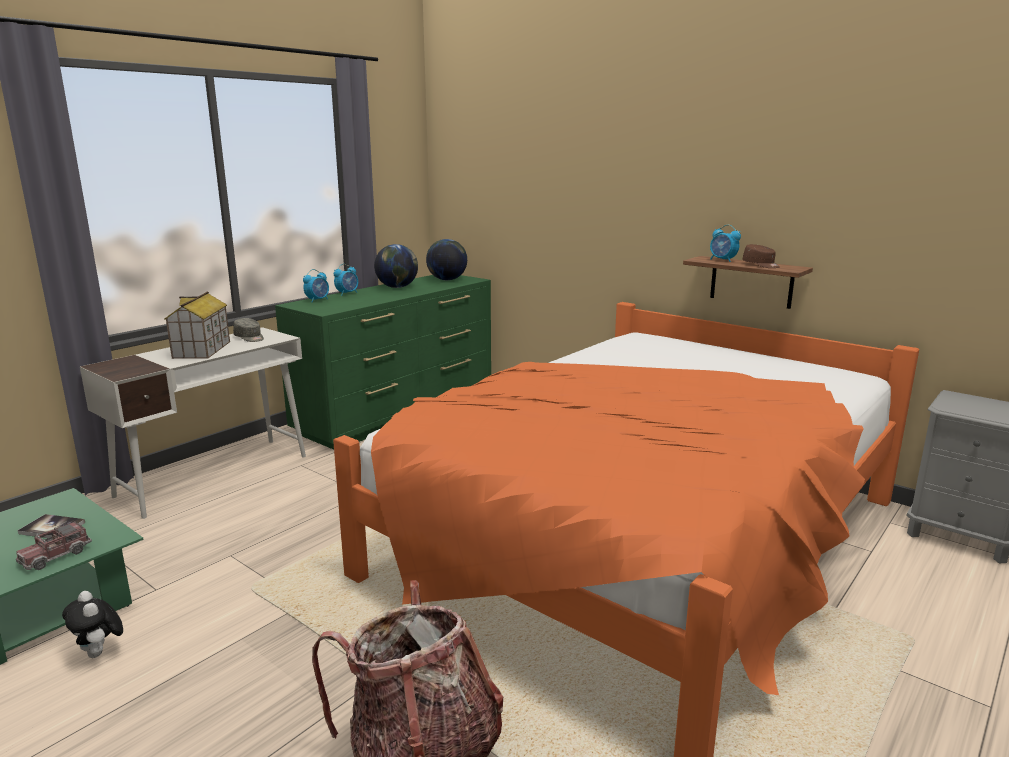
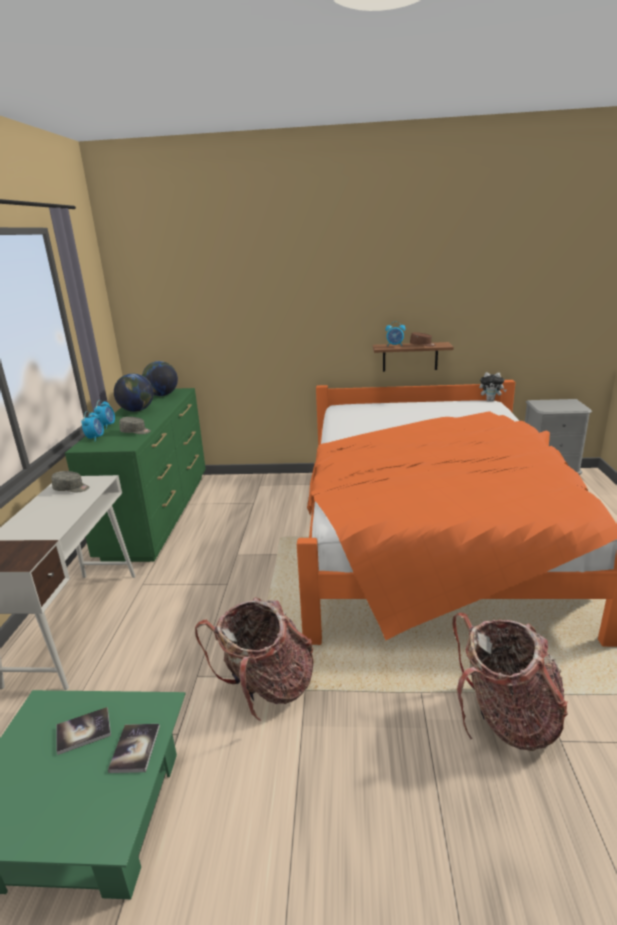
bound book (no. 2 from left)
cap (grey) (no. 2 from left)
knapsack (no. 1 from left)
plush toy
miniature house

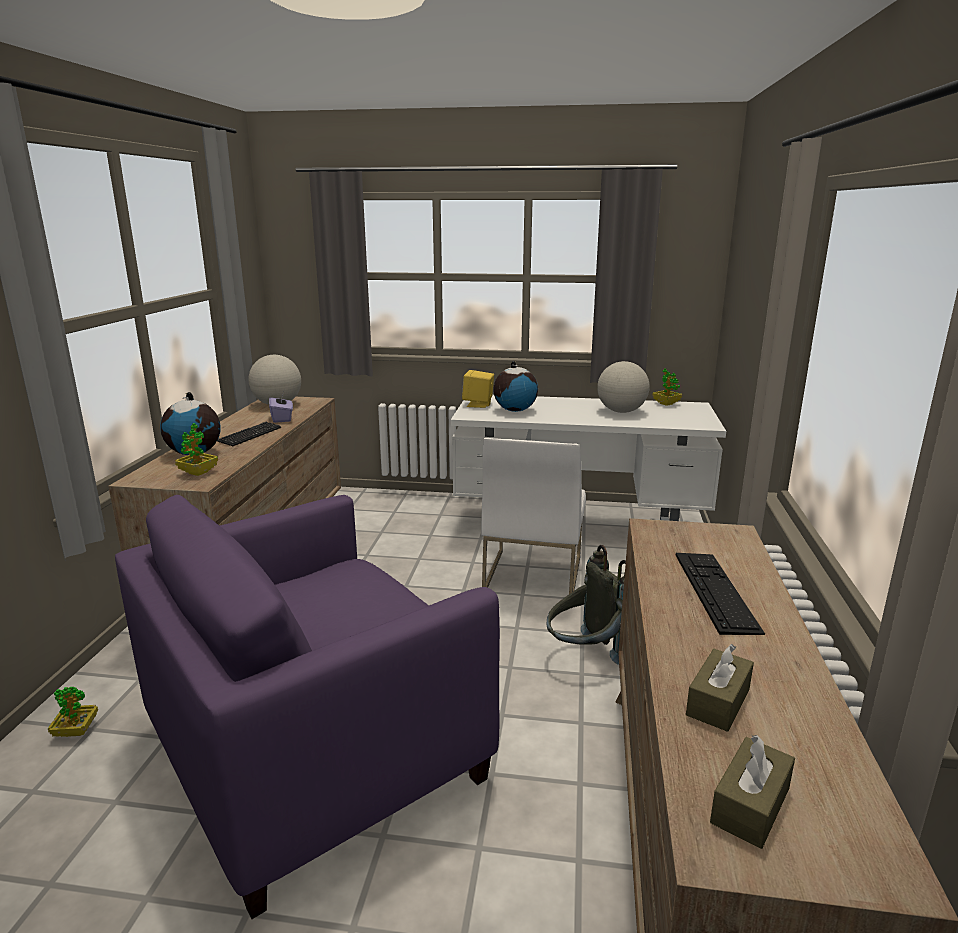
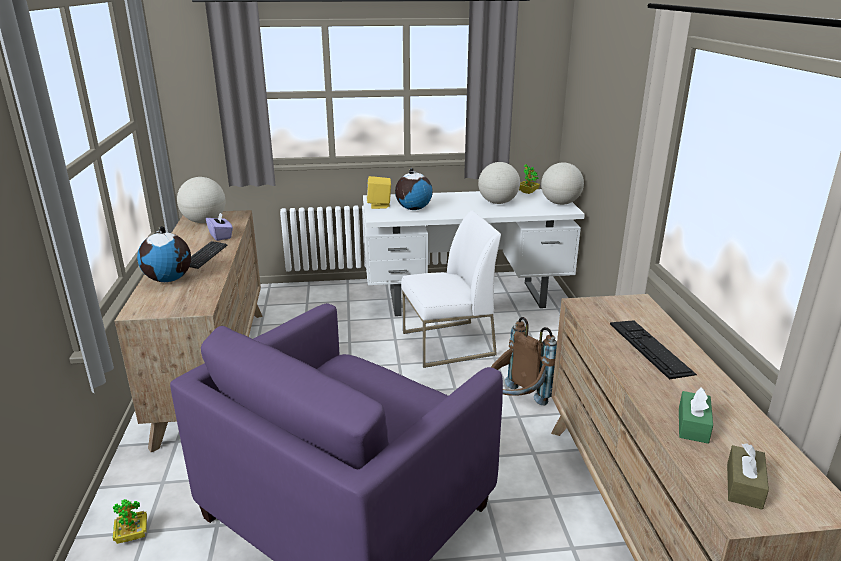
upright chair (white)
knapsack (brown-coloured)
globe (no. 5 from left)
tissue box (greenish)
potted plant (no. 2 from left in the first image)

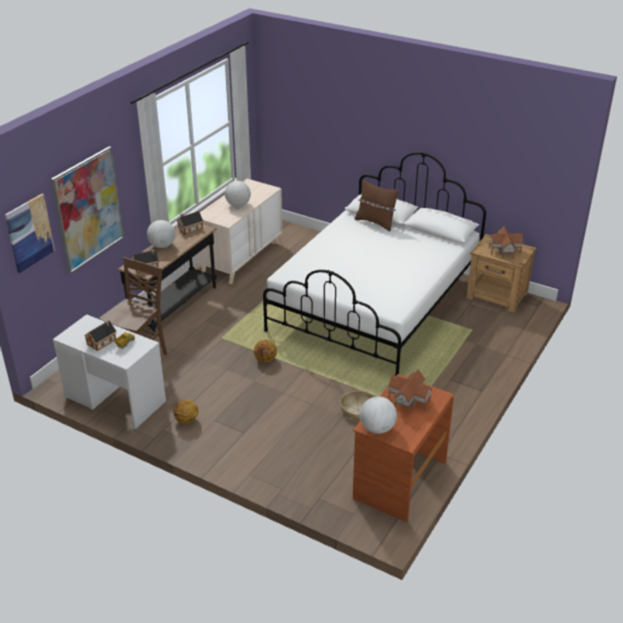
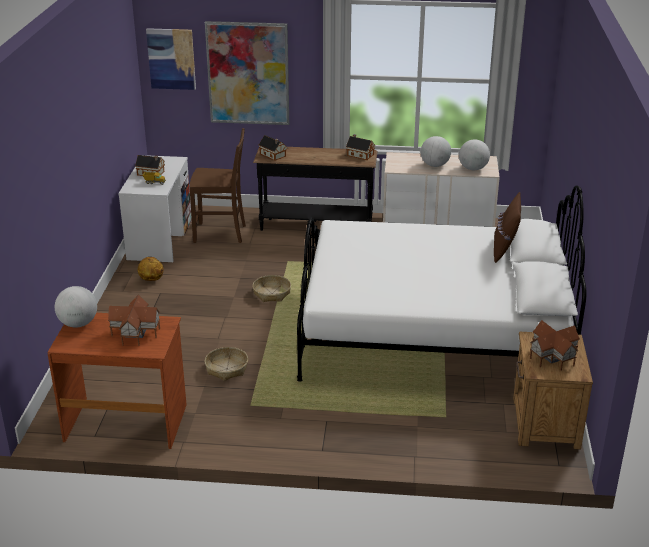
household basket (no. 2 from left)
globe (no. 3 from left)

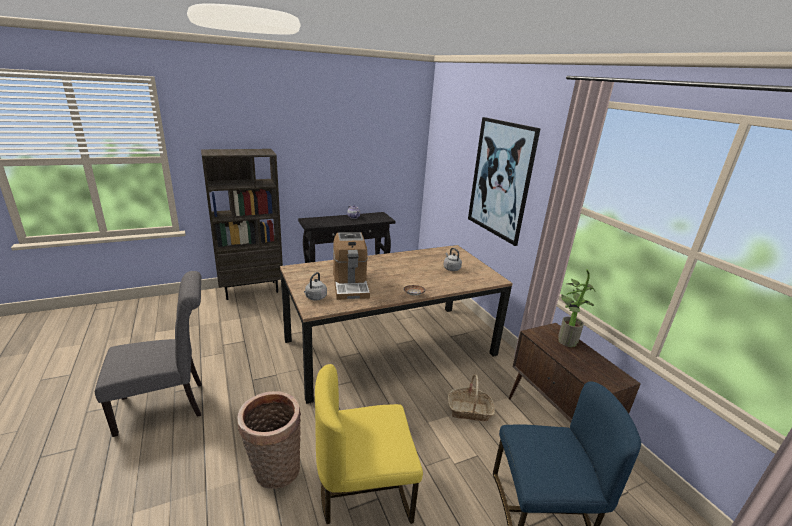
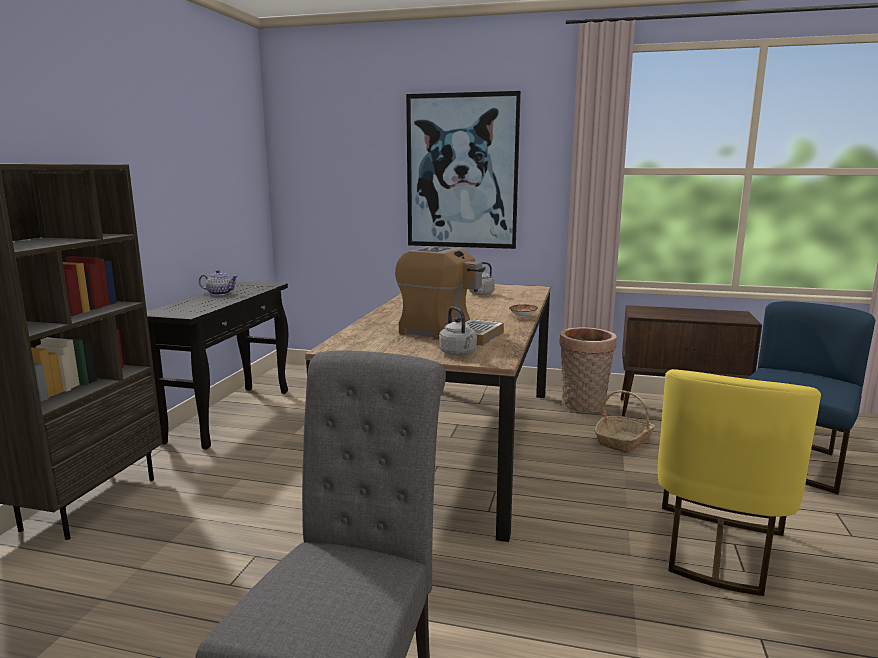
household basket (no. 1 from left)
potted plant

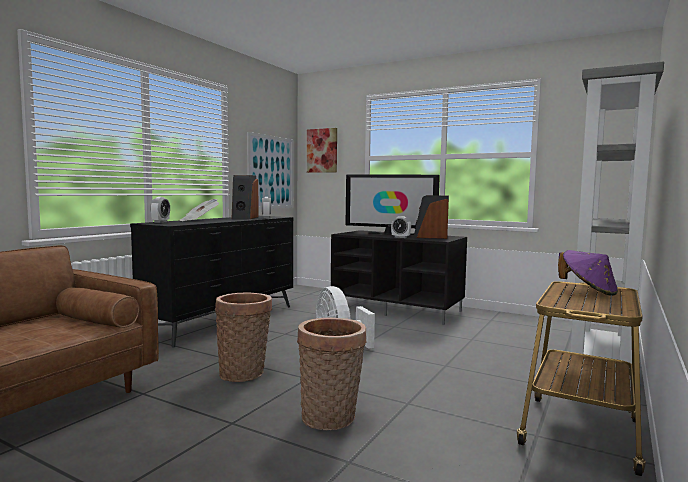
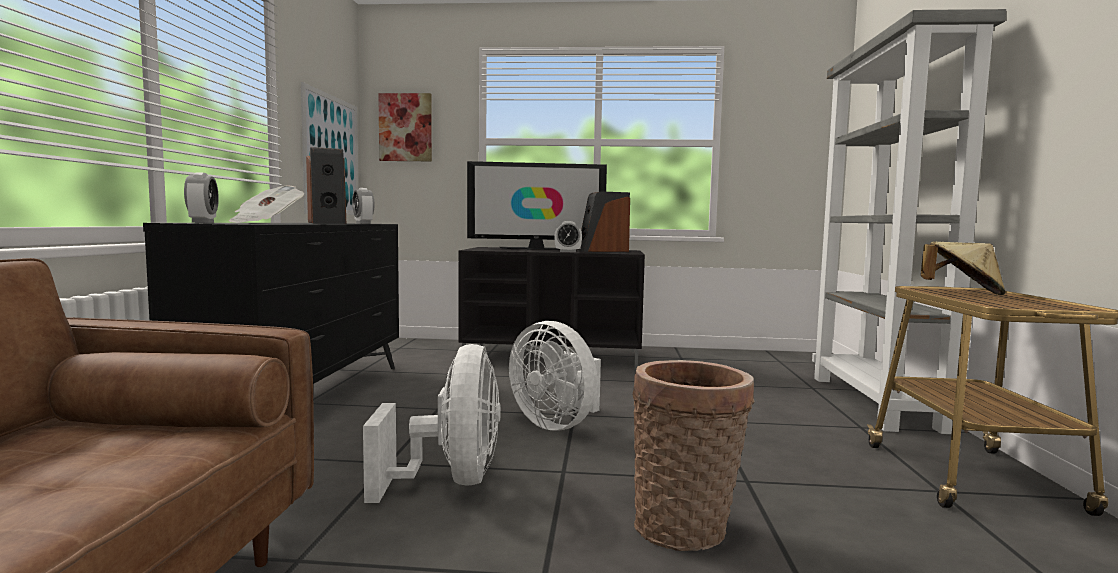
cooling fan (white) (no. 1 from left)
wearable hat (beige-coloured)

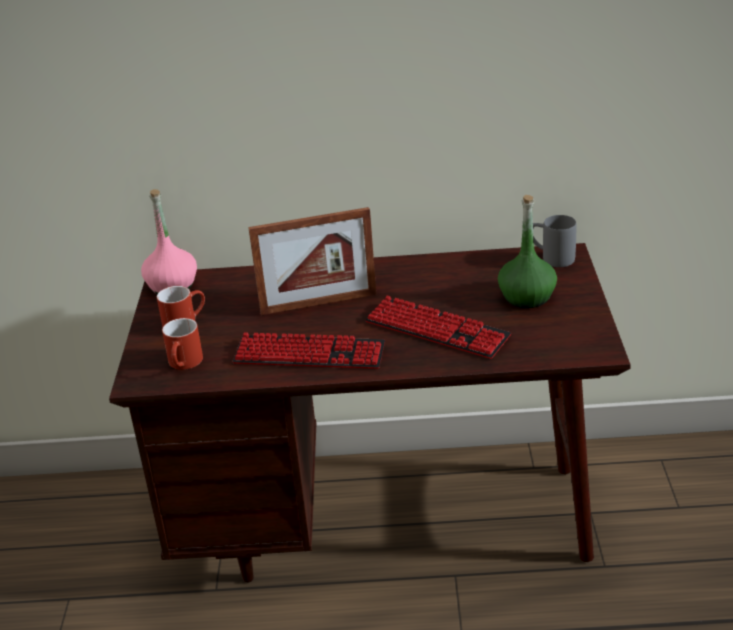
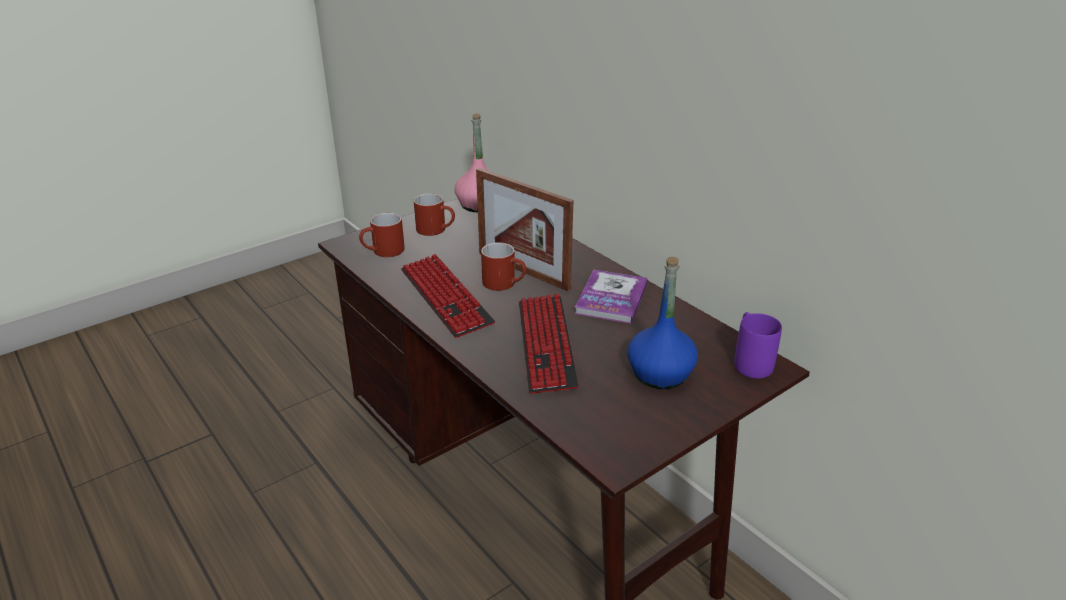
mug (reddish) (no. 3 from left)
bound book
beverage bottle (blue)
mug (purple)

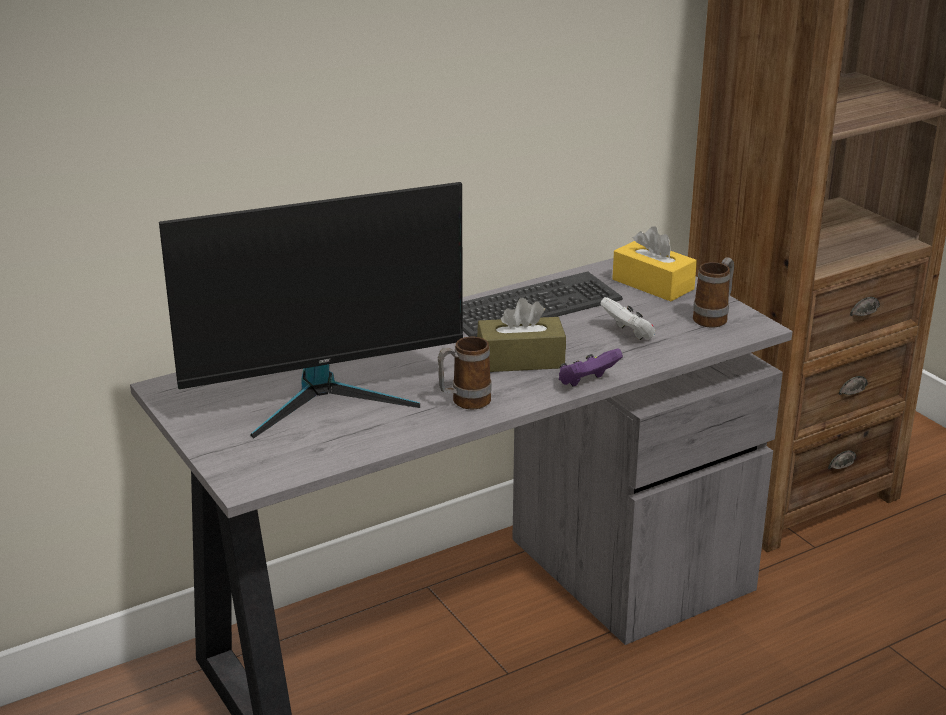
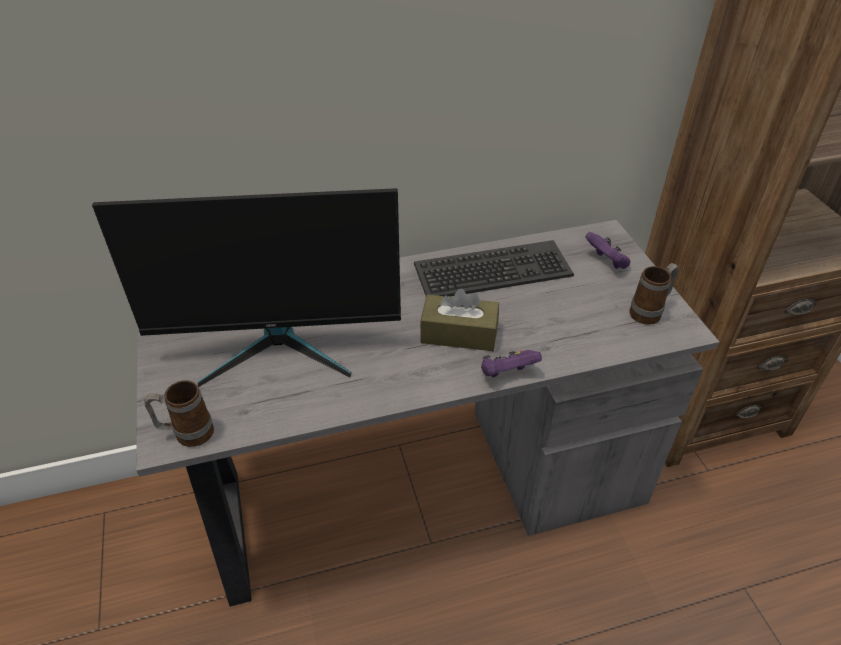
mug (no. 1 from left)
joypad (purple) (no. 2 from left)
joypad (white)

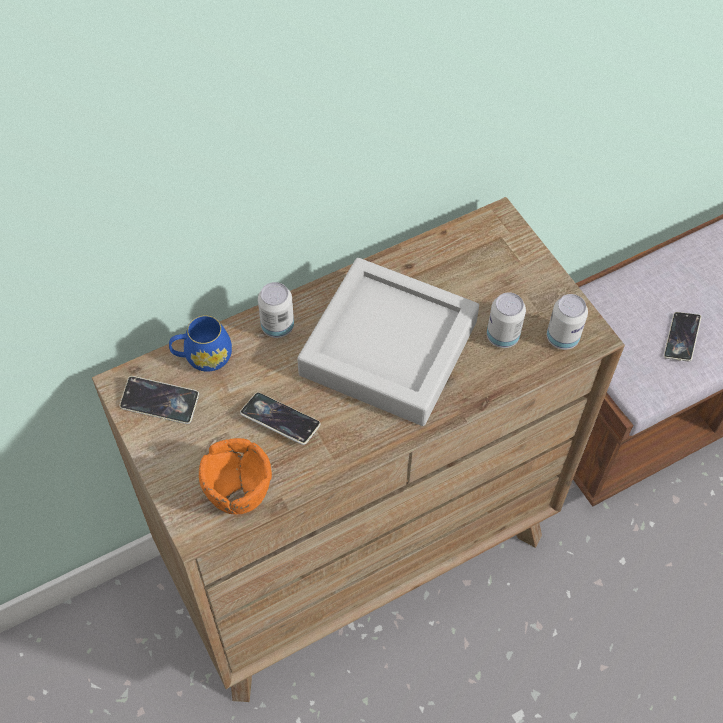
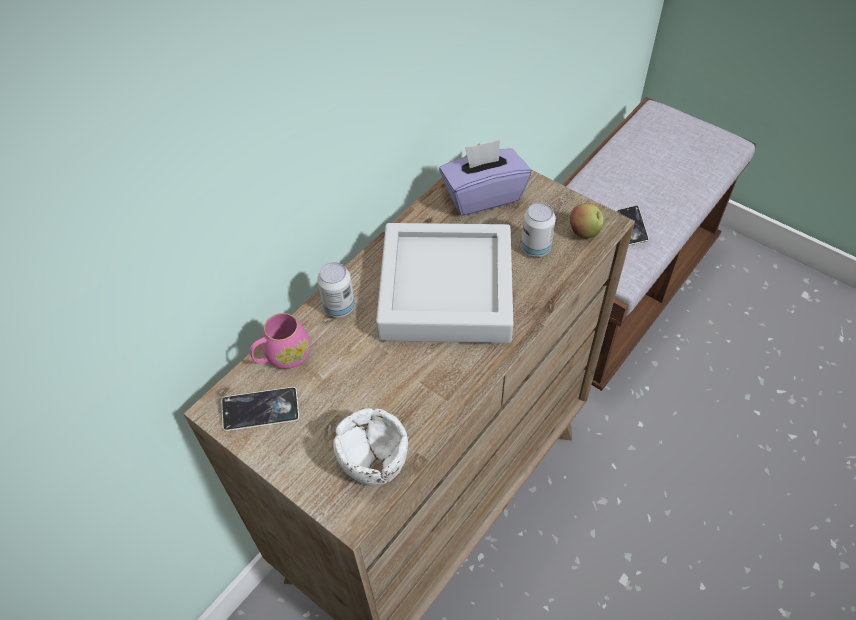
mug (pink-coloured)
serving bowl (white)
tissue box (purple)
whole apple
telephone (no. 2 from left in the first image)

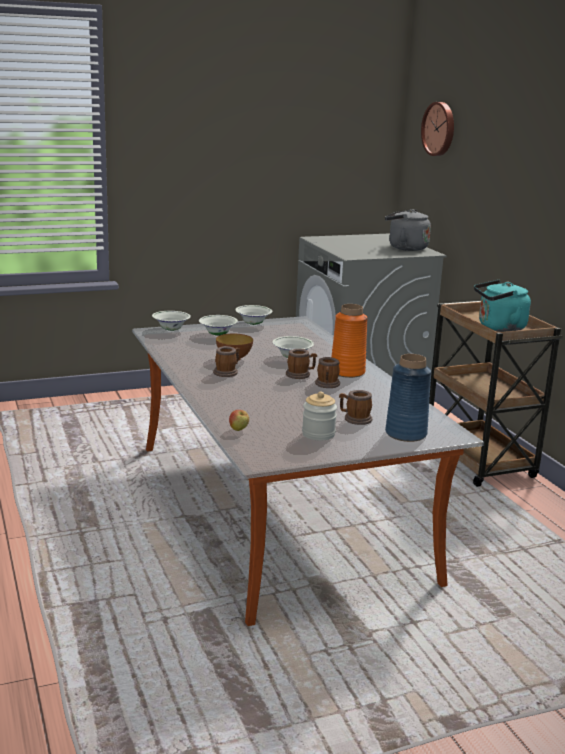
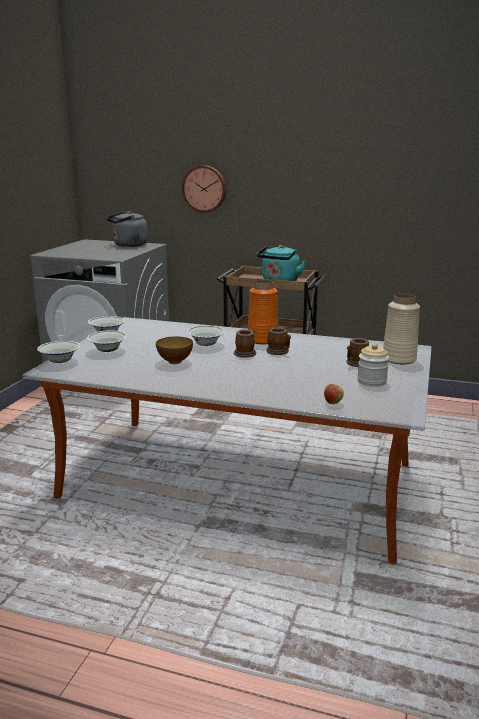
hanging clock
flower vase (beige-coloured)
mug (no. 1 from left in the first image)

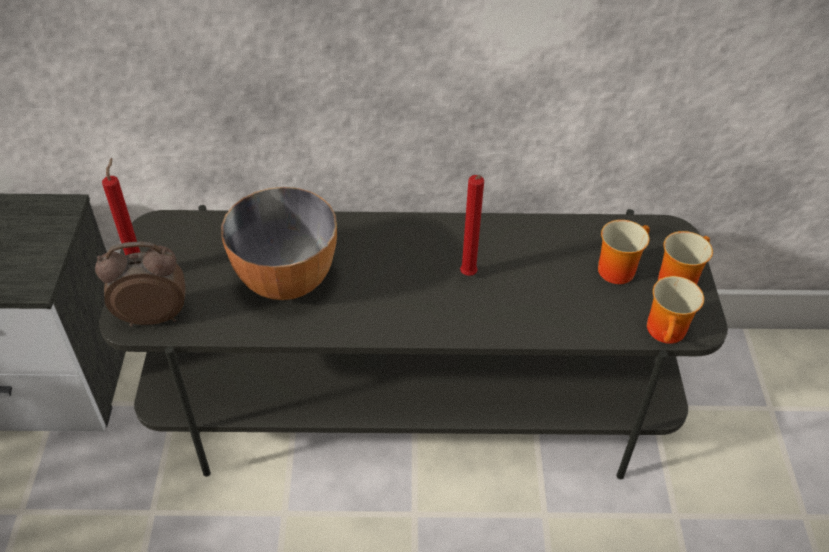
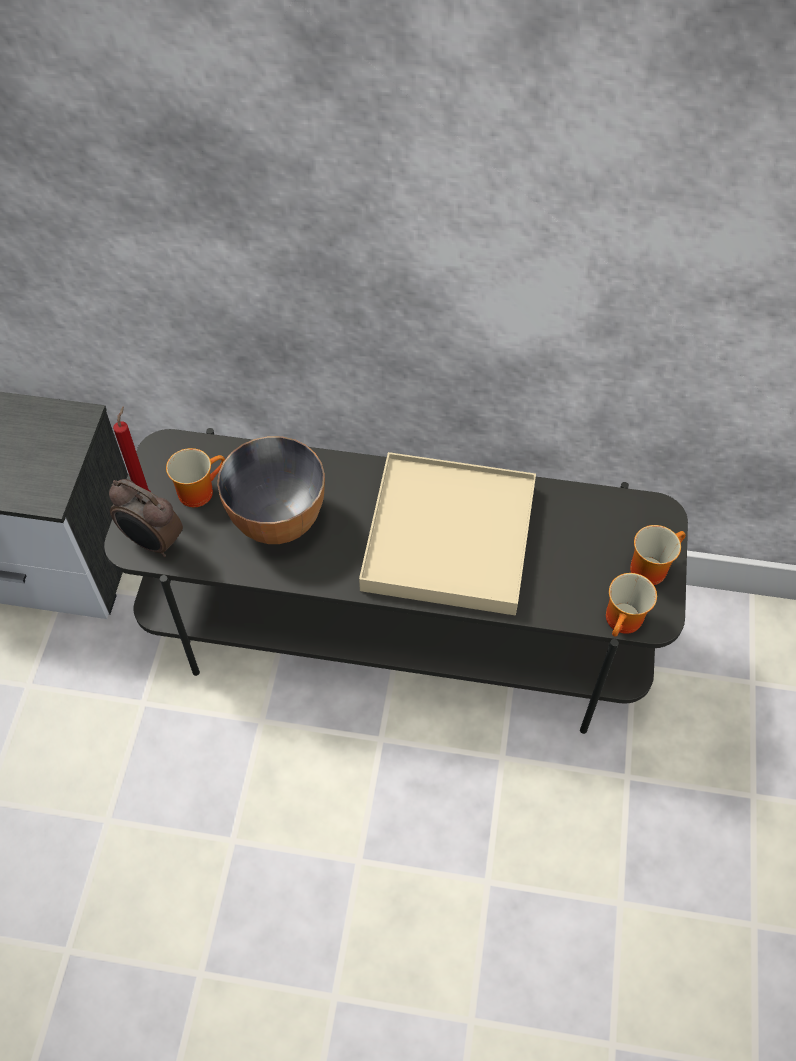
alarm clock
mug (no. 1 from left)
tray (beige-coloured)

